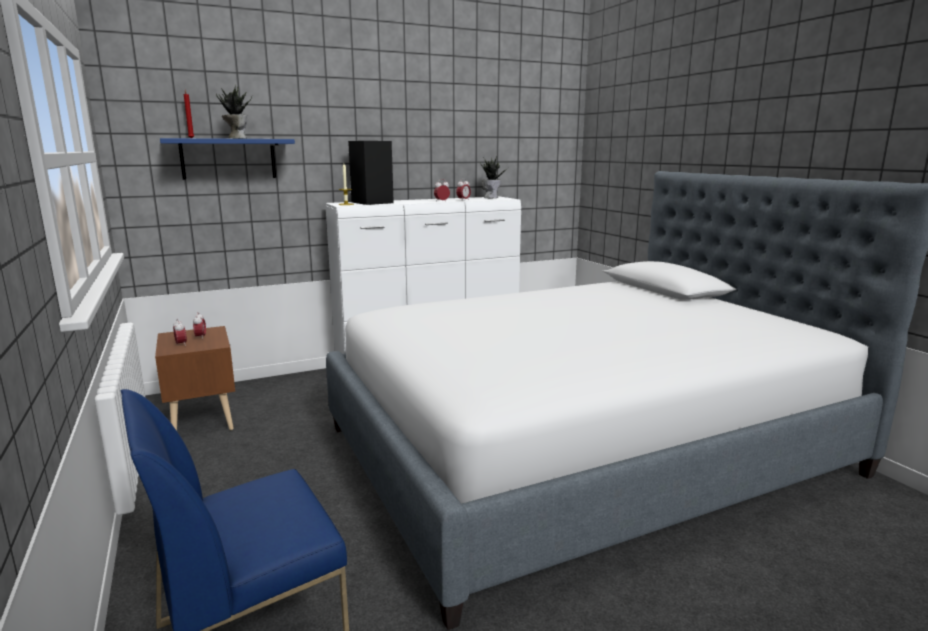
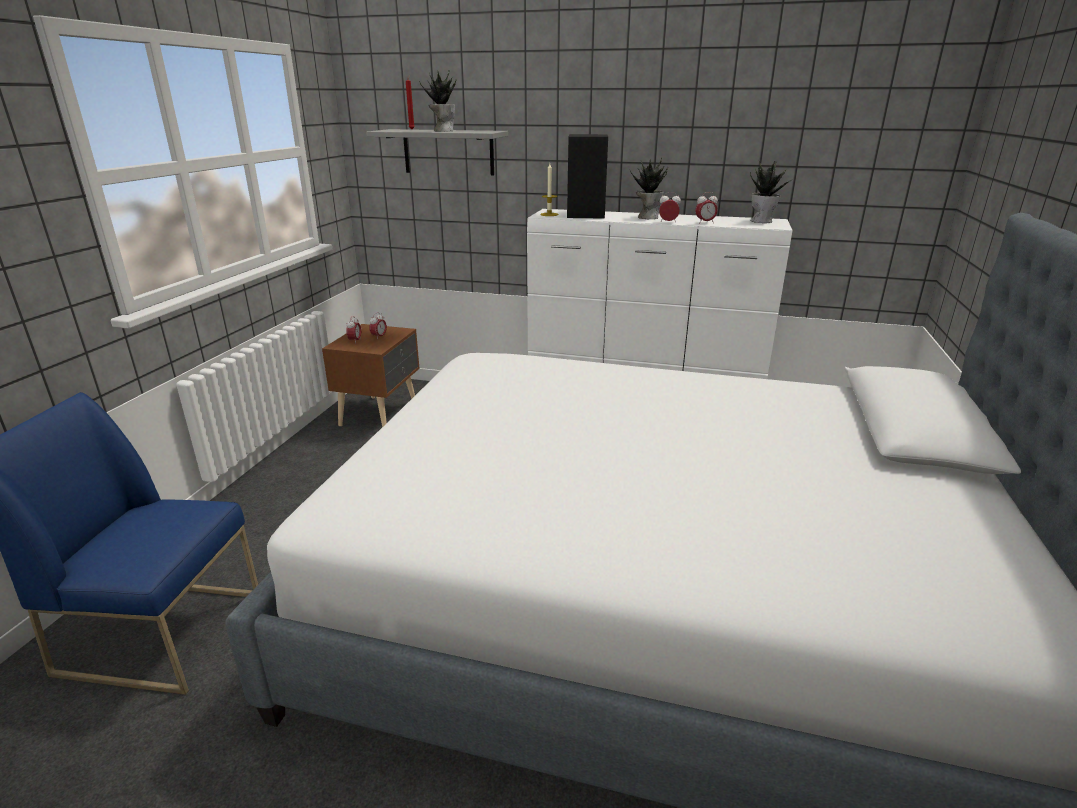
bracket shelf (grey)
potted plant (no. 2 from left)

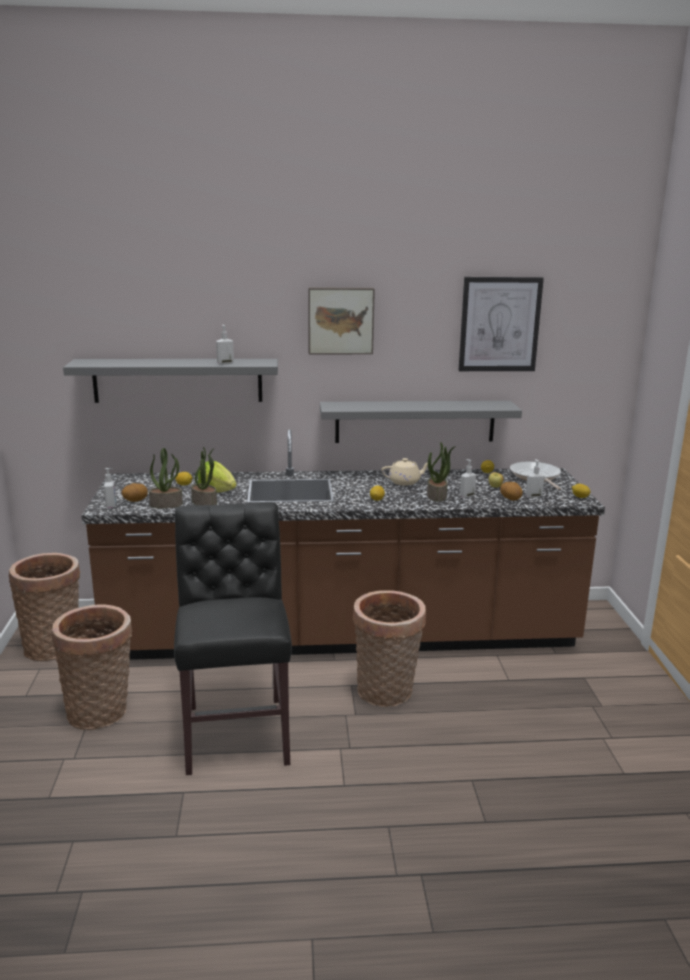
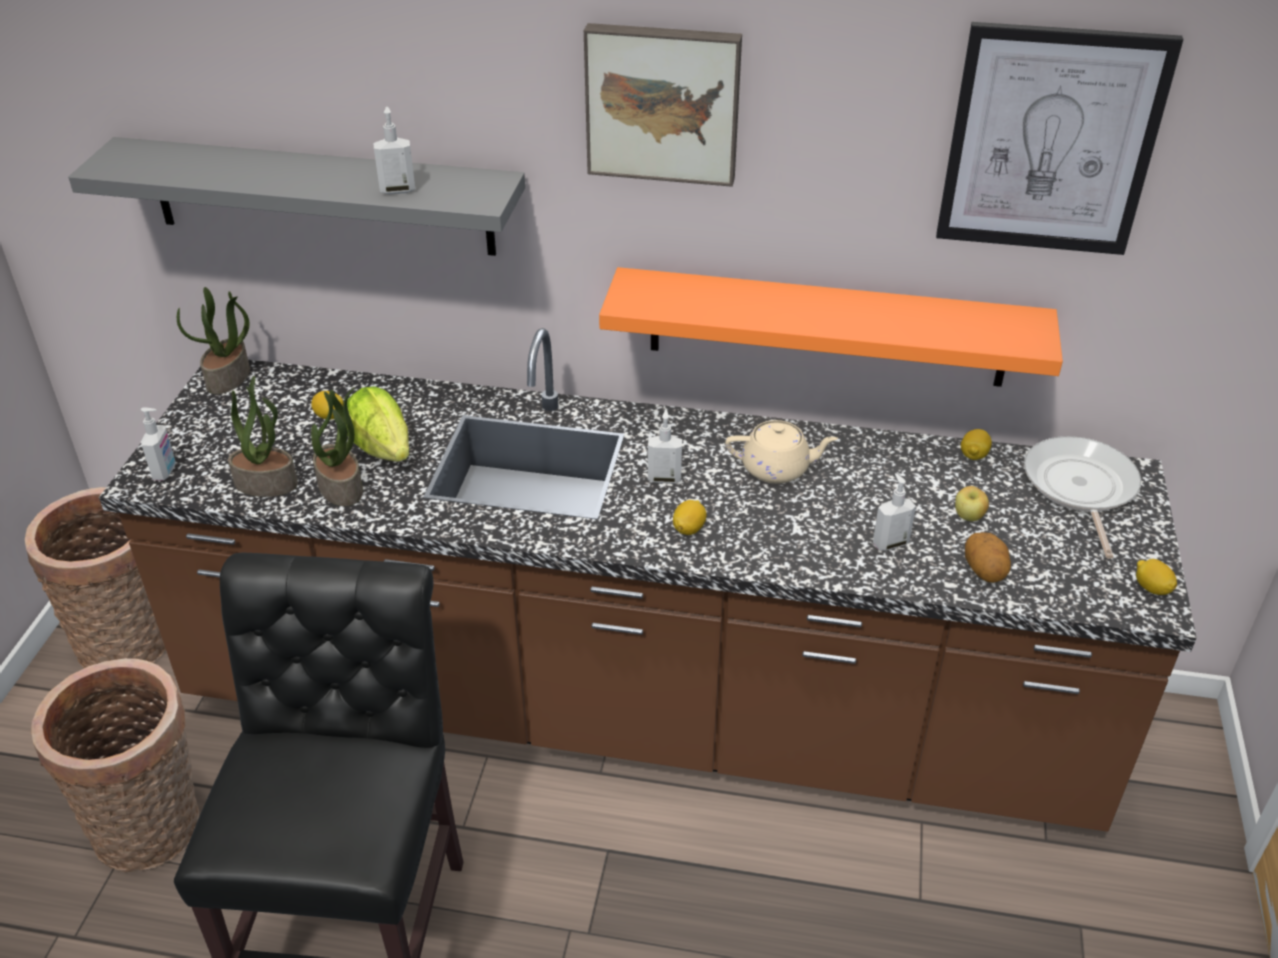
potted plant (no. 1 from left)
bracket shelf (orangey)
soap bottle (no. 3 from left)
spud (no. 1 from left in the first image)
household basket (no. 3 from left in the first image)

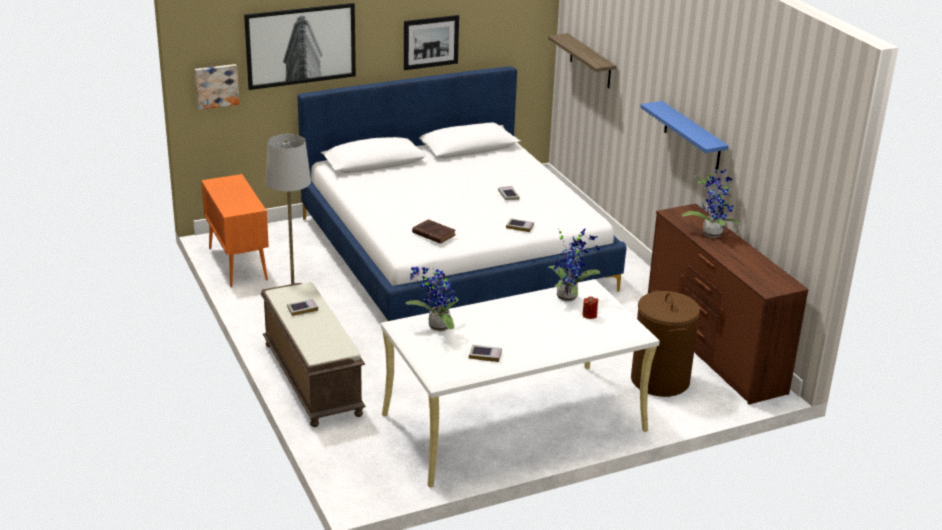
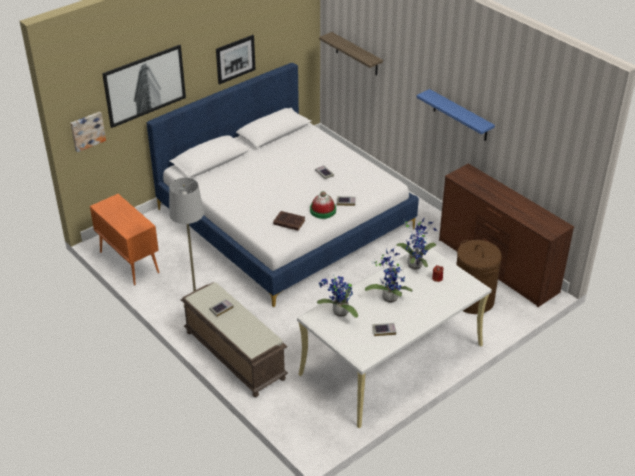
wearable hat
potted plant (no. 2 from left)

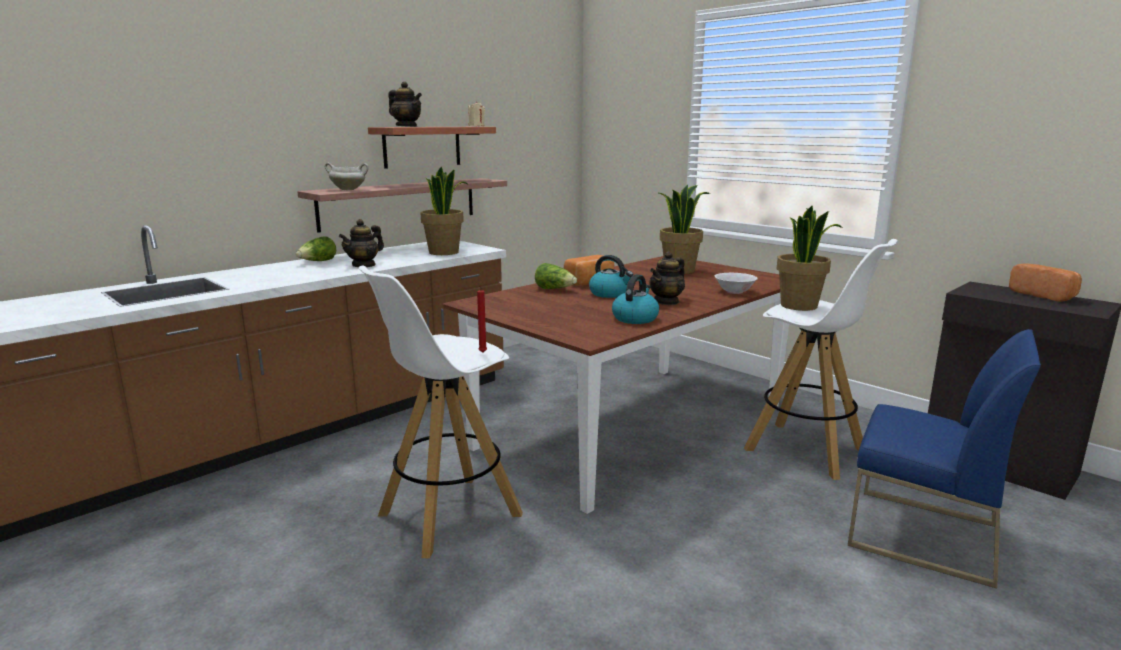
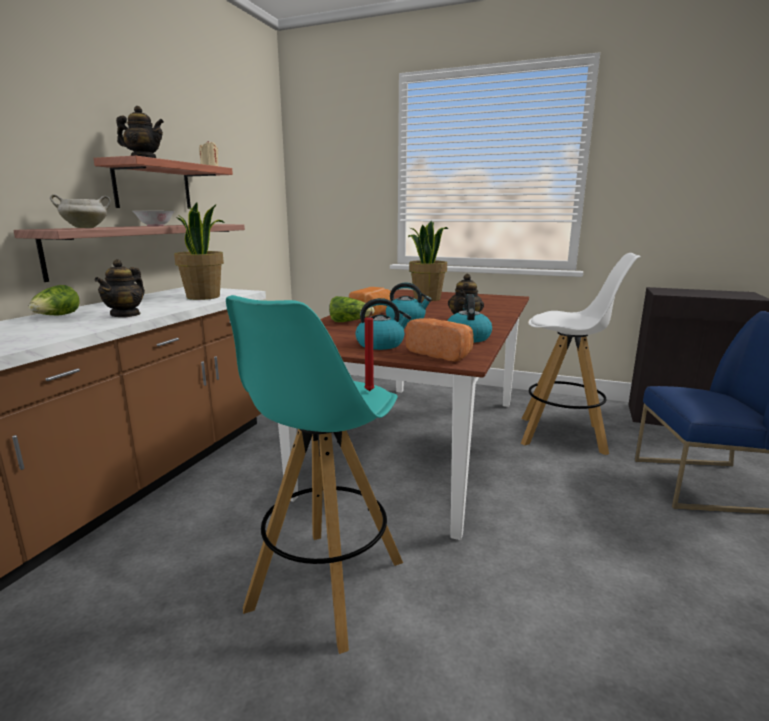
serving bowl (white)
stool (turquoise)
water kettle (no. 1 from left)
baked bread (no. 2 from left)
potted plant (no. 3 from left in the first image)

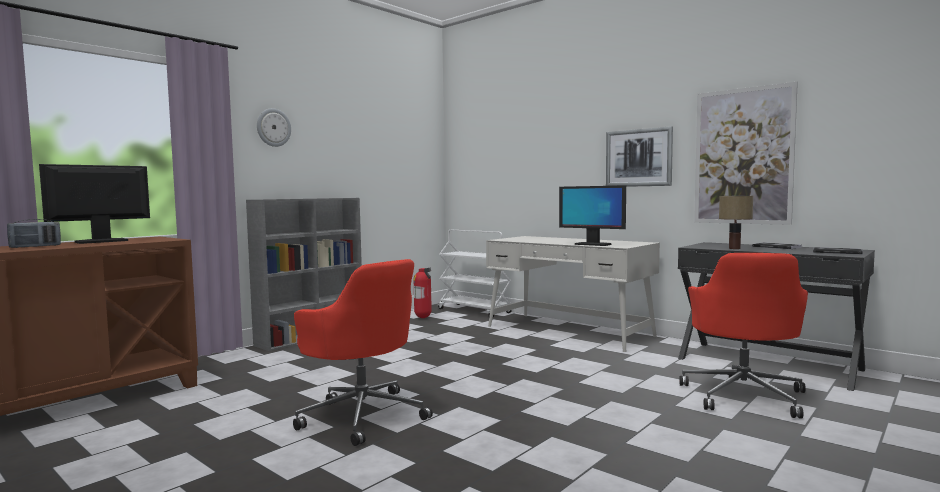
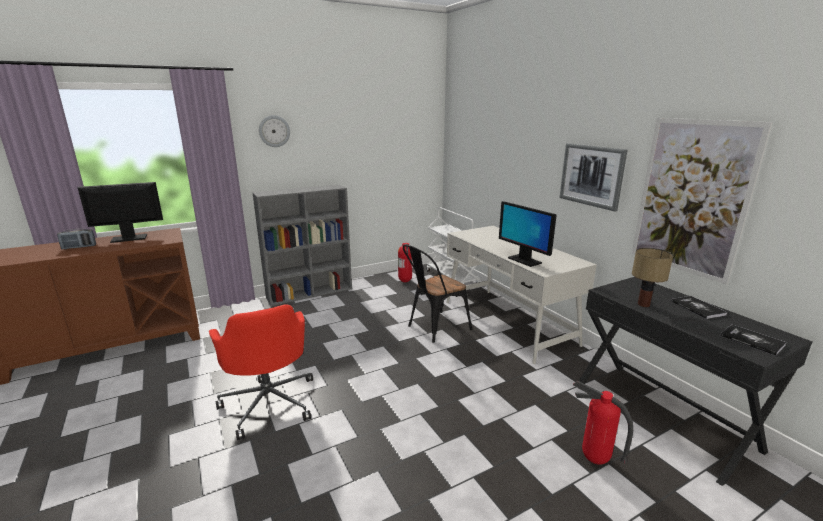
upright chair (black-coloured)
fire-fighting cylinder (no. 2 from left)

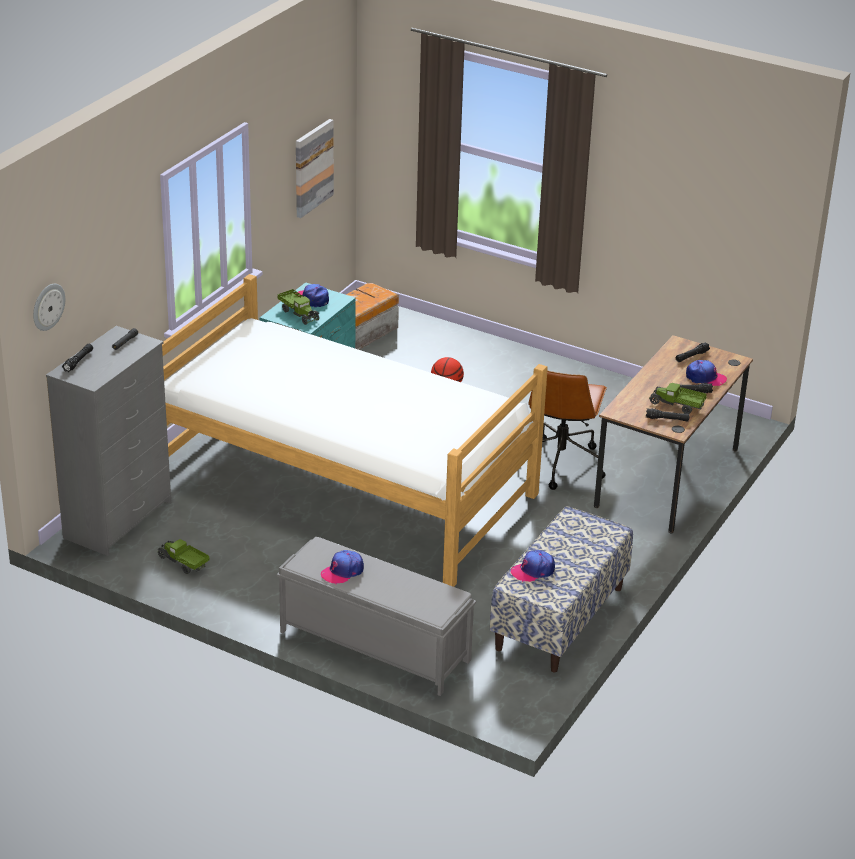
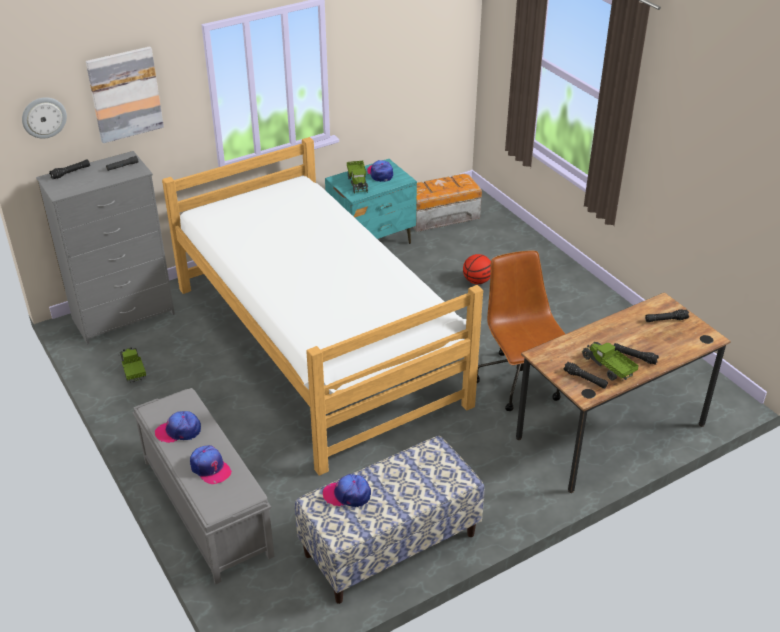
picture
cap (no. 2 from left)
computer chair (brown-coloured)

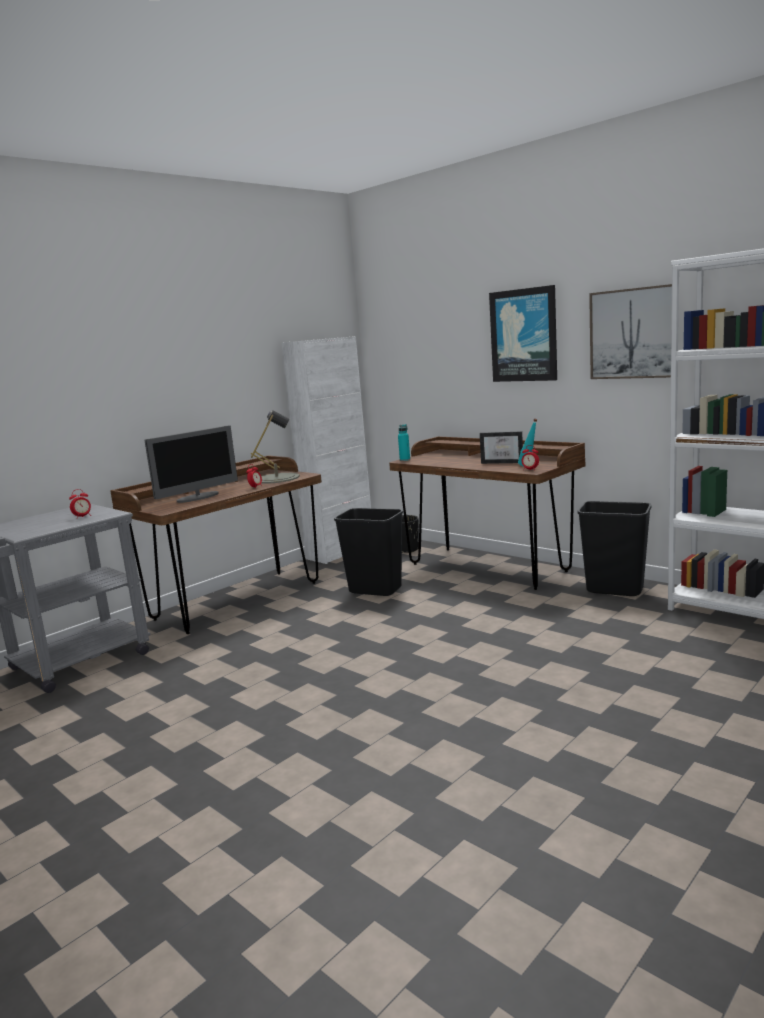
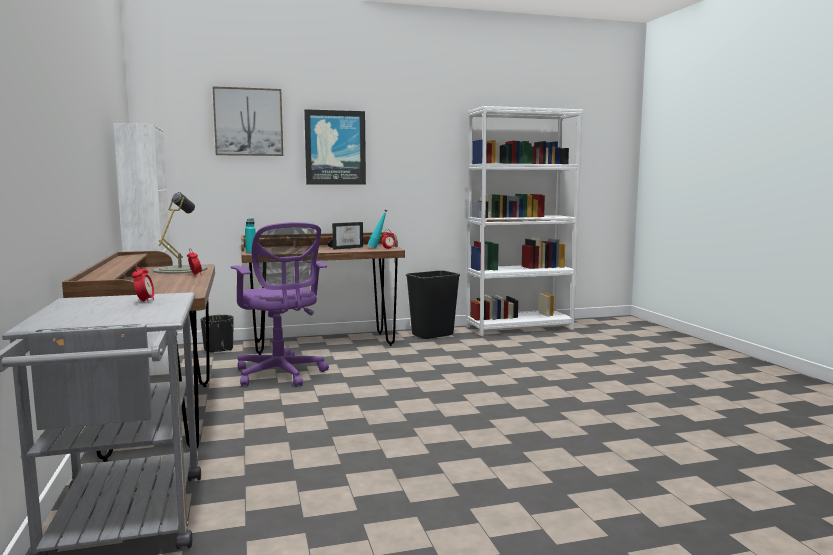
picture (no. 1 from left)
computer chair (purple)
monitor

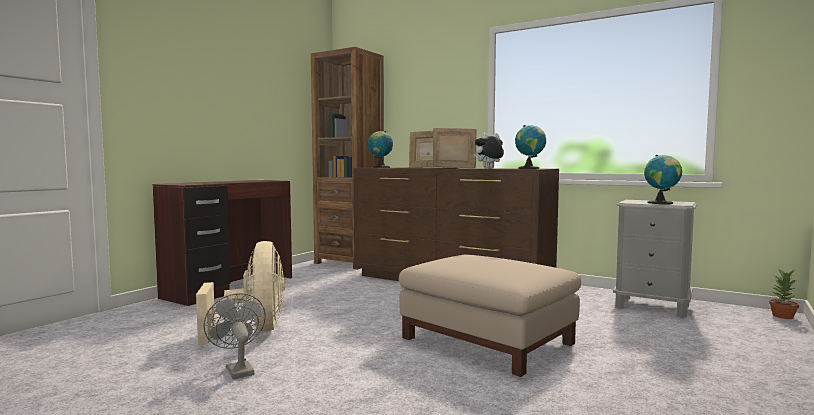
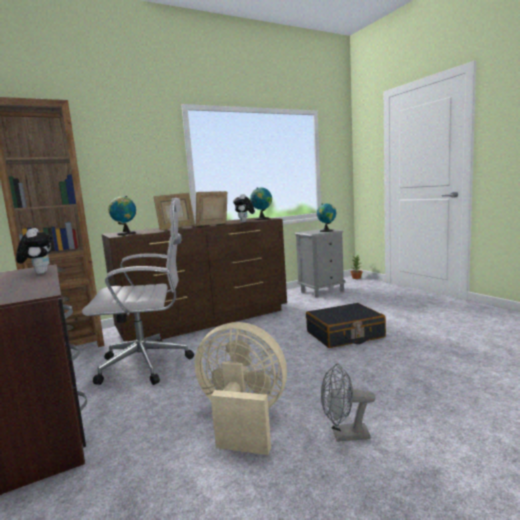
plush toy (no. 1 from left)
computer chair (white)
travel case (black-coloured)

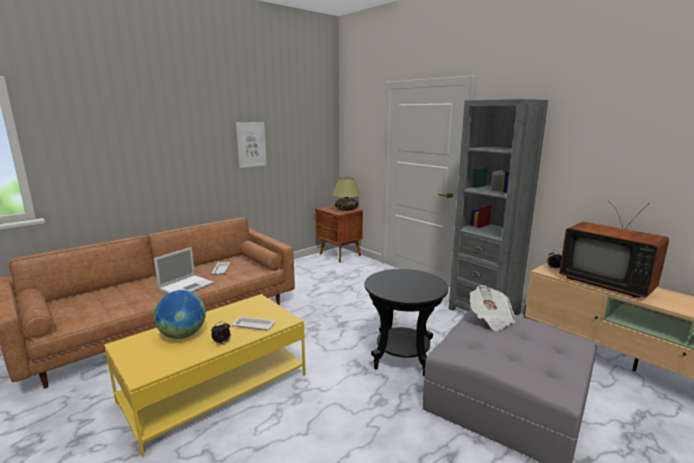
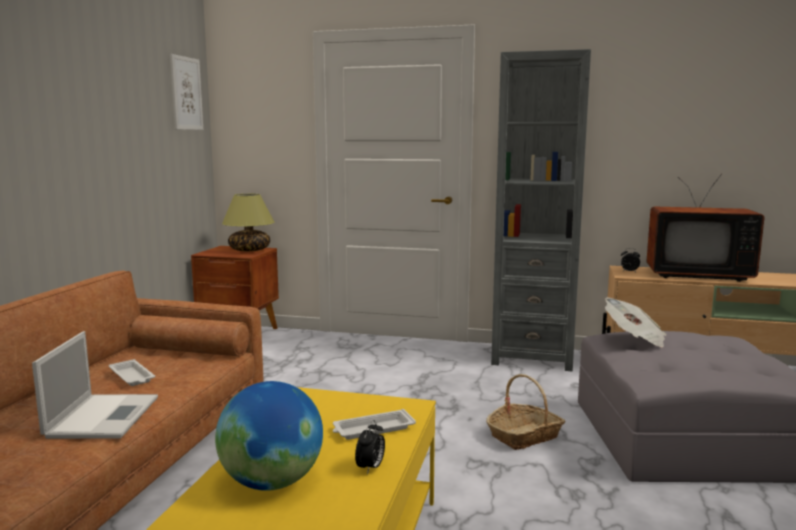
picture
household basket

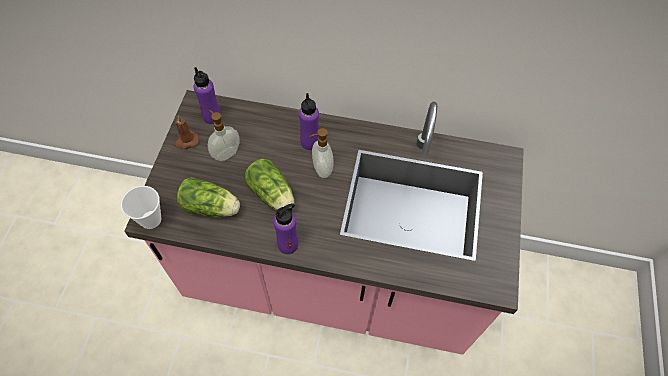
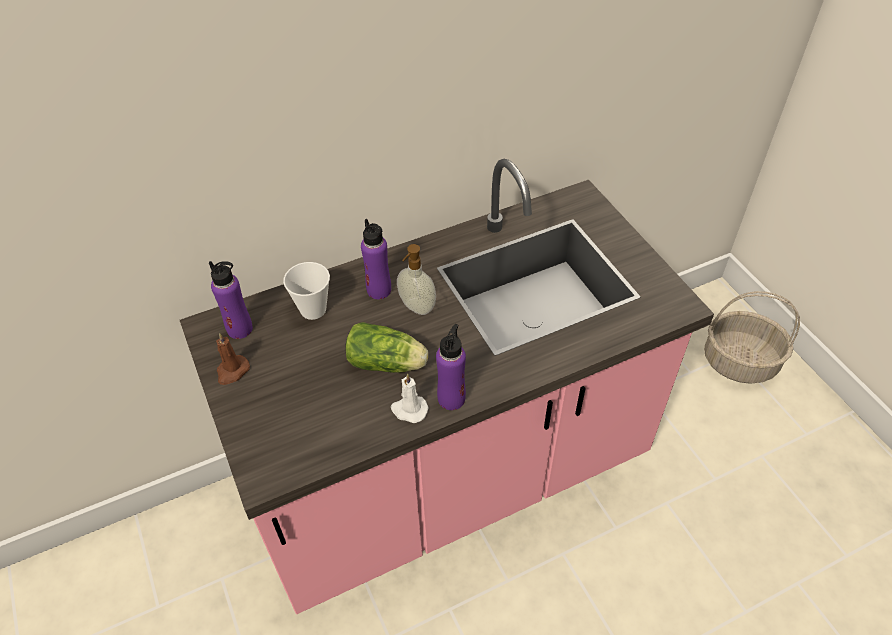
cup
wax candle (white)
household basket
lettuce head (no. 1 from left in the first image)
soap bottle (no. 1 from left in the first image)

